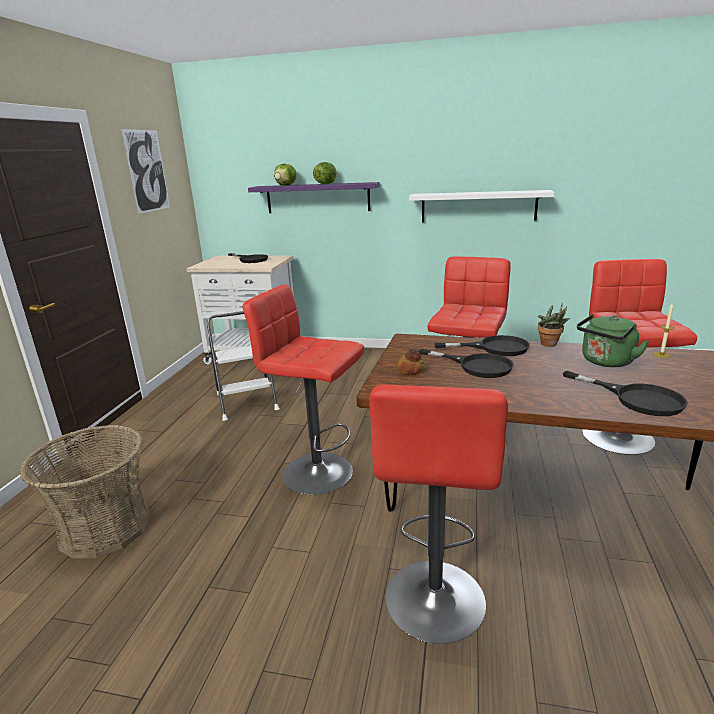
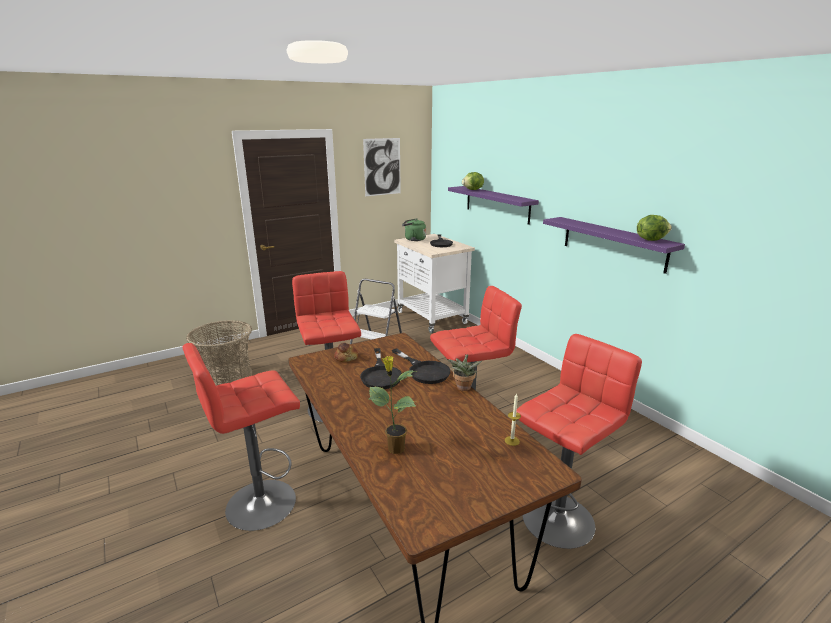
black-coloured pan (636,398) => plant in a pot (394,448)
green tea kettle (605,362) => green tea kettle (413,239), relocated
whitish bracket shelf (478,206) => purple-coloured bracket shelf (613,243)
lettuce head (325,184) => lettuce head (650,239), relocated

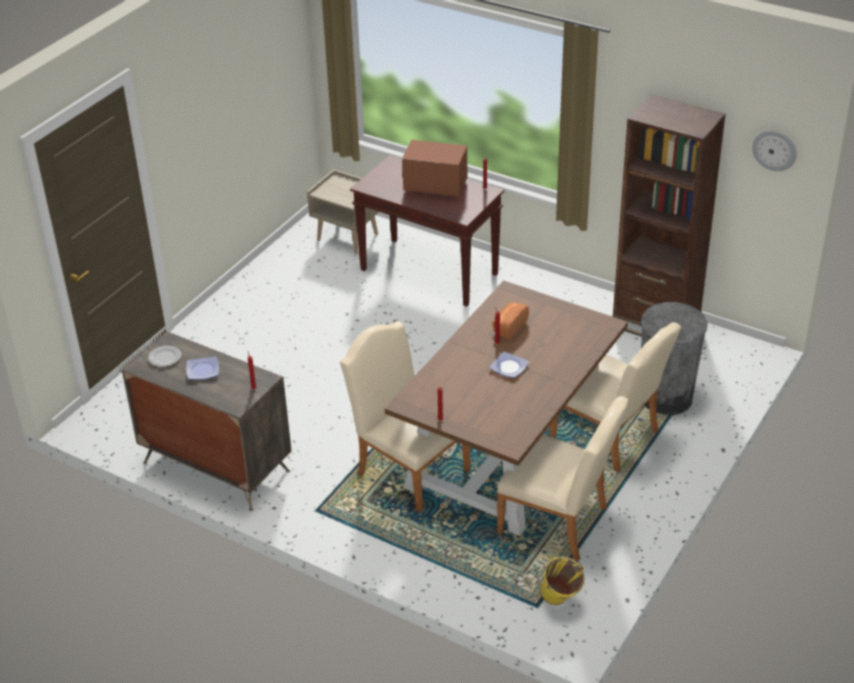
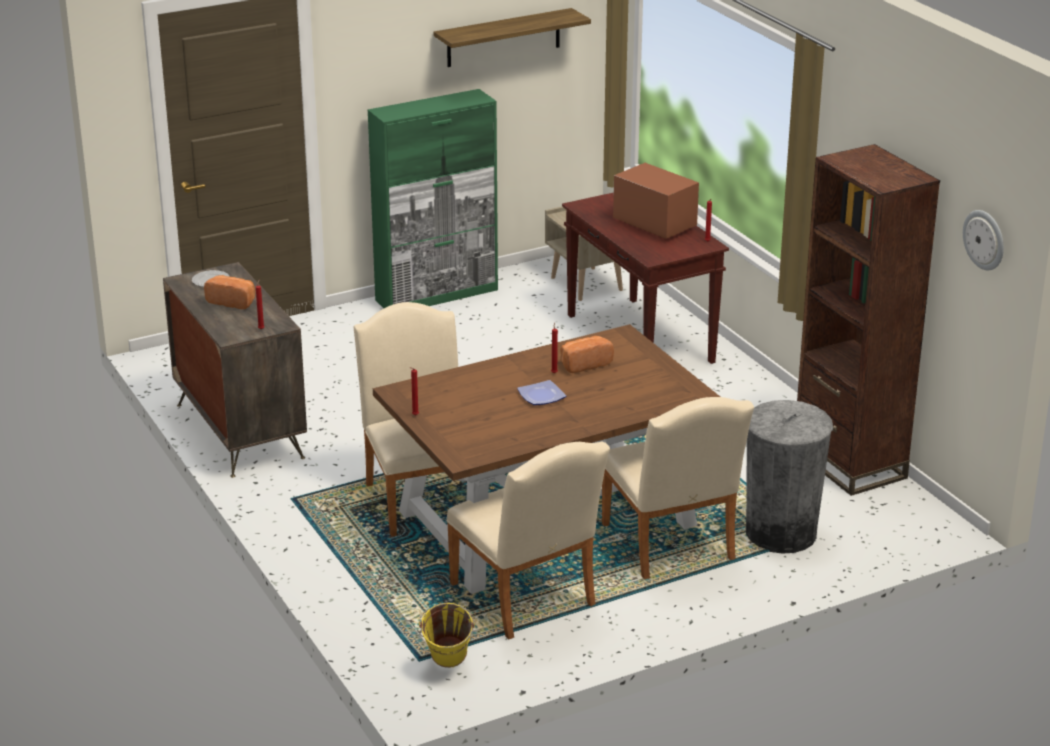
plate (203,371) => bakery bread (233,301)
nothing => green storage cabinet (437,295)
nothing => bracket shelf (503,38)

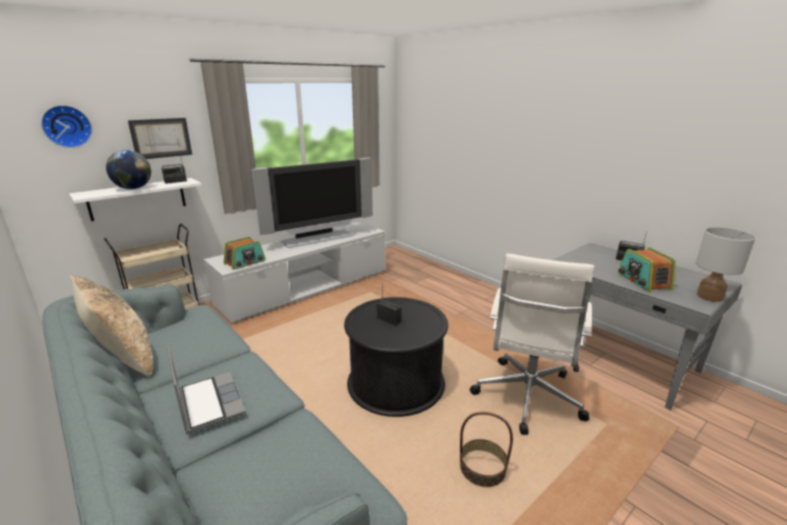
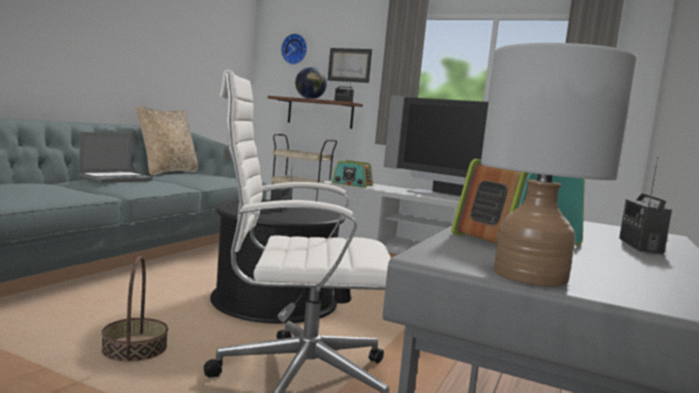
whitish bracket shelf (138,199) => brown-coloured bracket shelf (320,113)

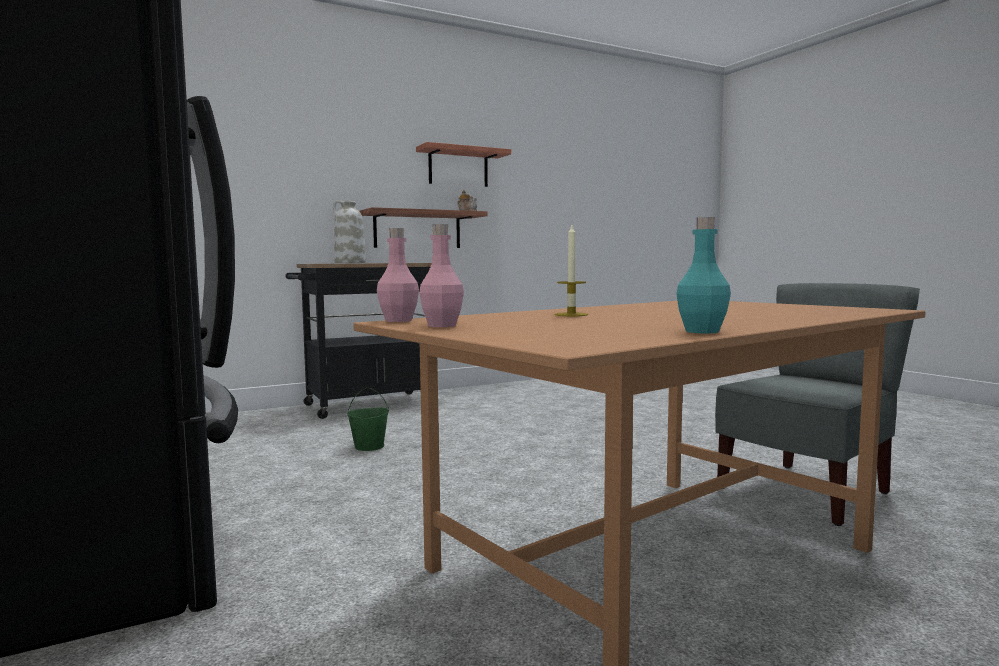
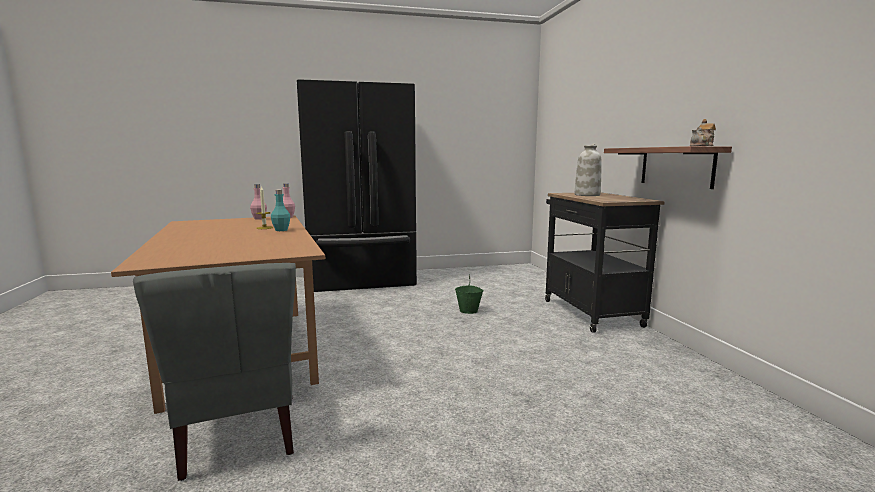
turquoise-coloured beverage bottle (702,331) => turquoise-coloured beverage bottle (281,230), relocated
bracket shelf (458,167) => nothing

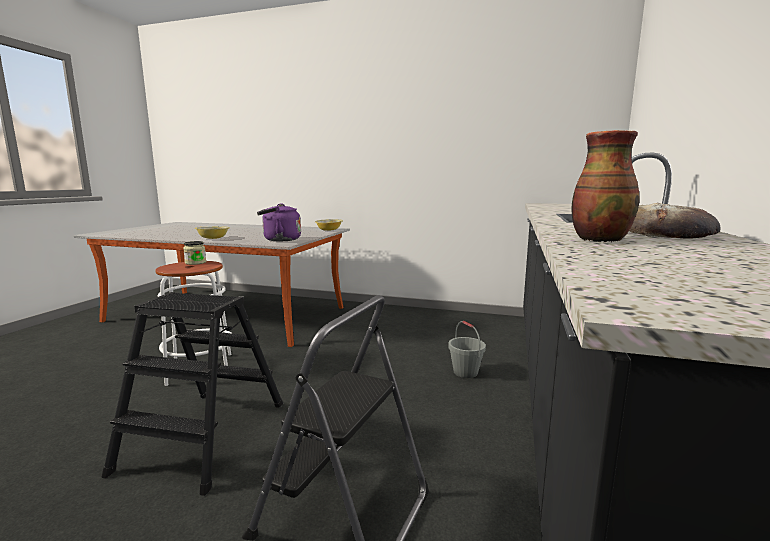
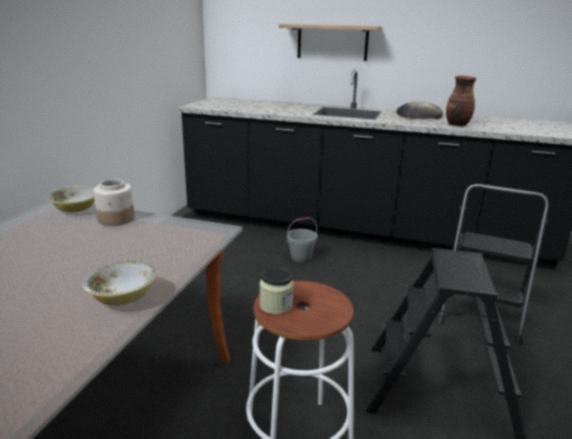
nothing => preserve jar (116,219)
nothing => bracket shelf (332,42)
purple-coloured tea kettle (279,240) => nothing

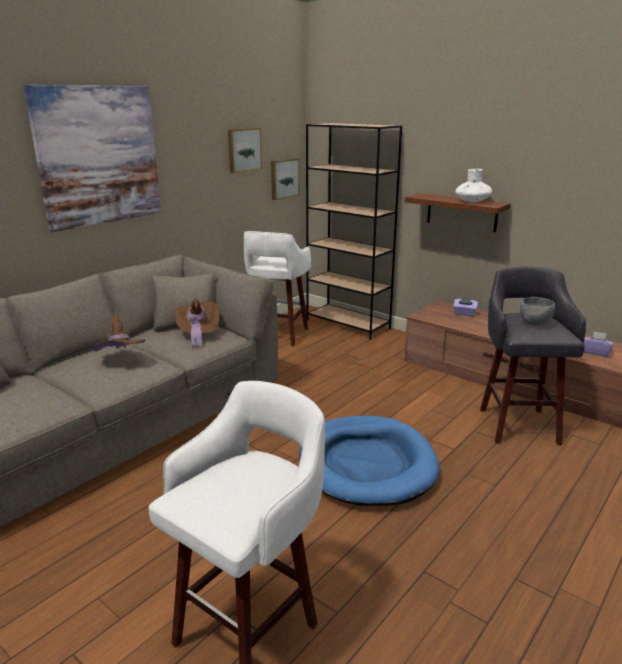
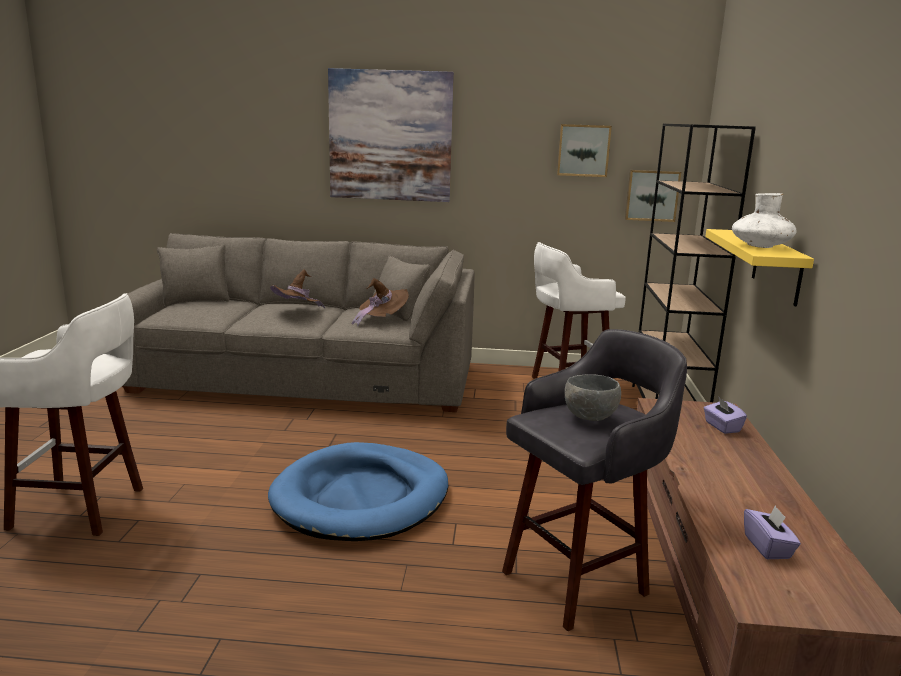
brown-coloured bracket shelf (461,212) => yellowish bracket shelf (777,267)

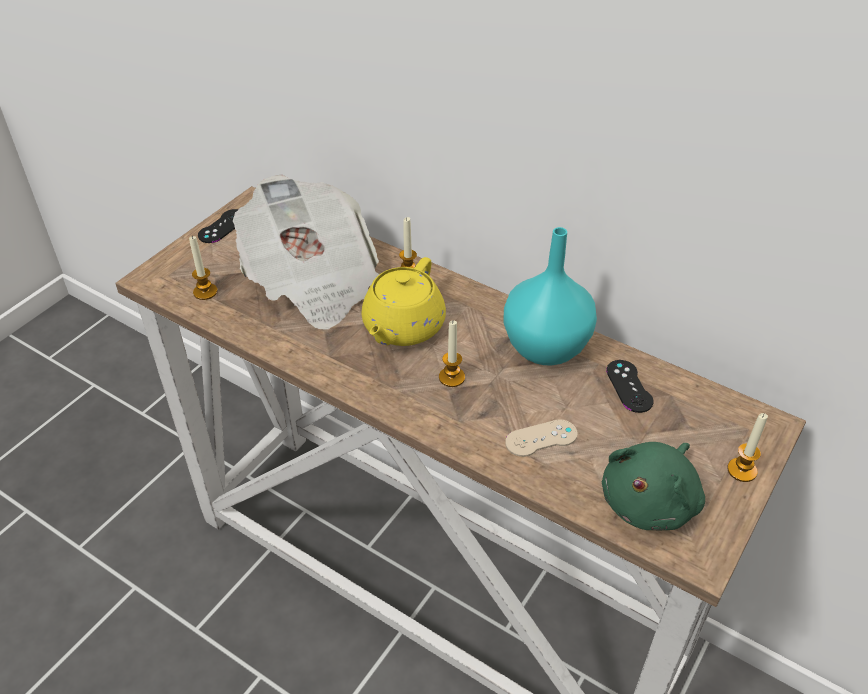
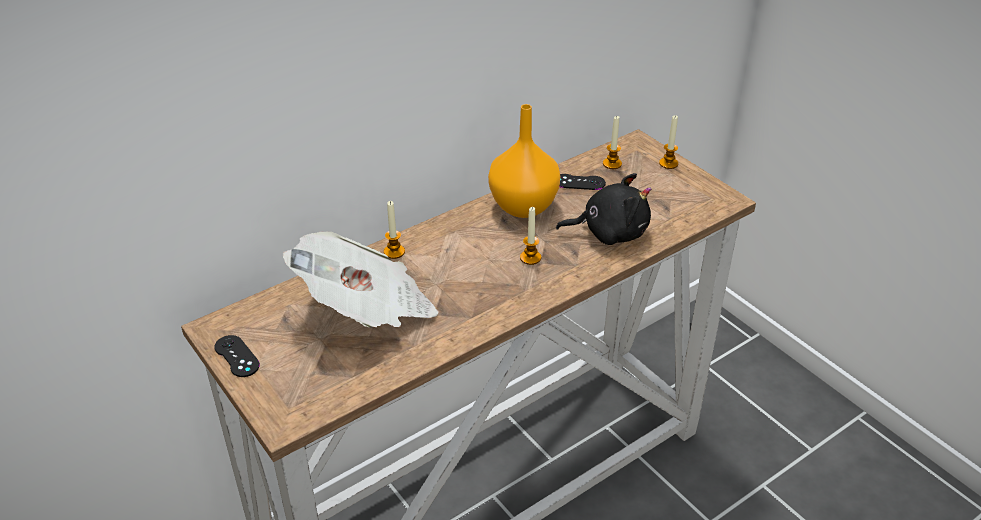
turquoise-coloured flower vase (546,347) => orange flower vase (522,206)
sand-coloured game controller (541,438) => black-coloured soft toy (609,232)
wax candle (205,292) => wax candle (612,164), relocated
yellowish teapot (402,327) => nothing
green soft toy (651,501) => nothing

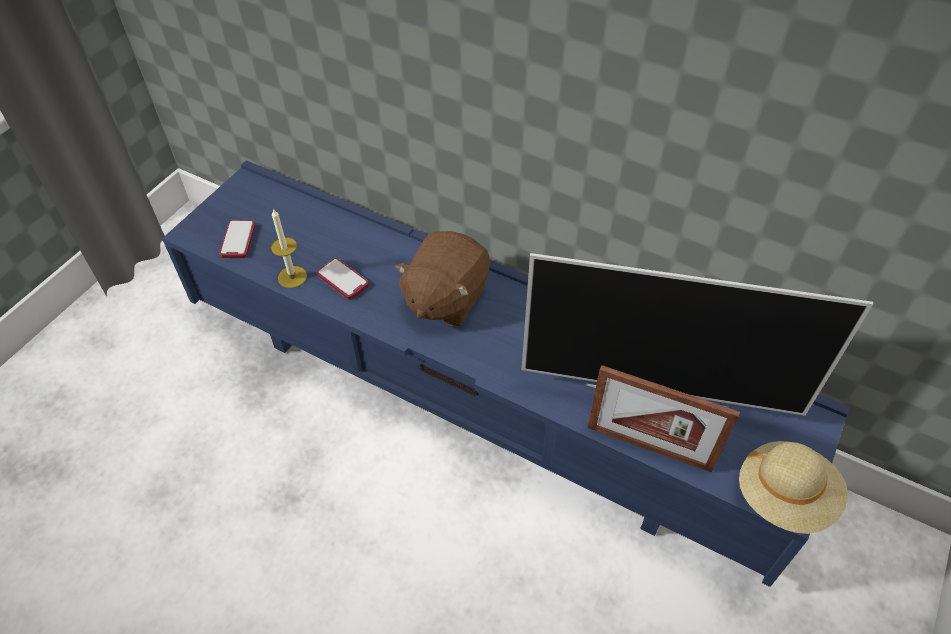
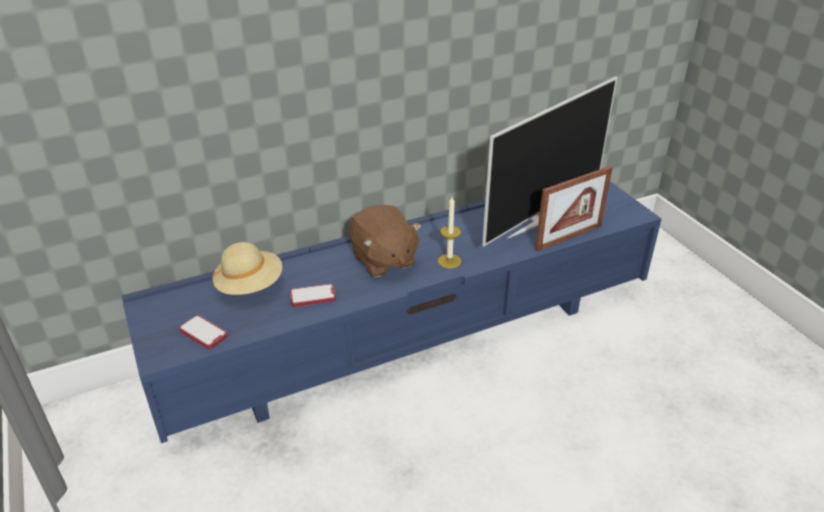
sand-coloured clothing hat (785,497) => sand-coloured clothing hat (250,286), relocated
wax candle (292,277) => wax candle (449,261), relocated

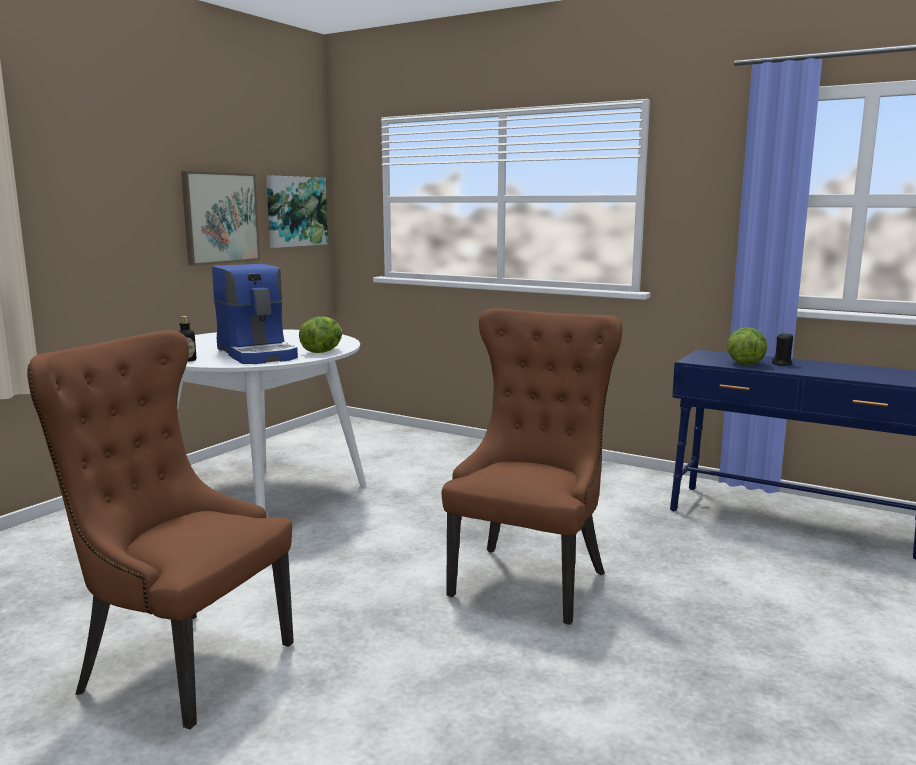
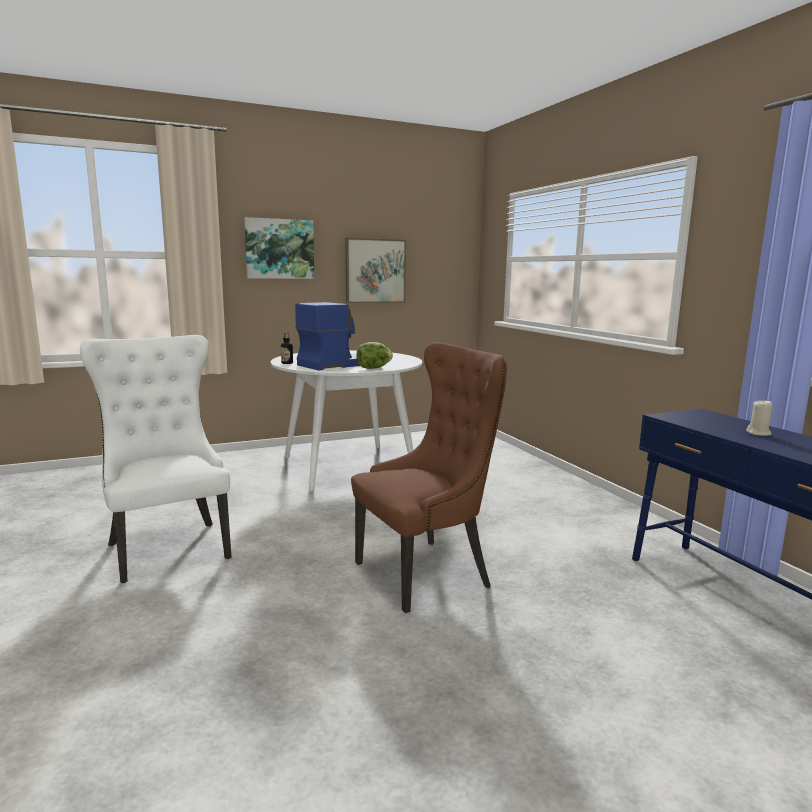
brown-coloured chair (184,665) => whitish chair (168,549)
wall art (296,211) => wall art (279,249), relocated
coffee machine (258,354) => coffee machine (334,364), 135 degrees counterclockwise
black-coloured wax candle (782,364) => sand-coloured wax candle (758,433)
lettuce head (745,363) => nothing

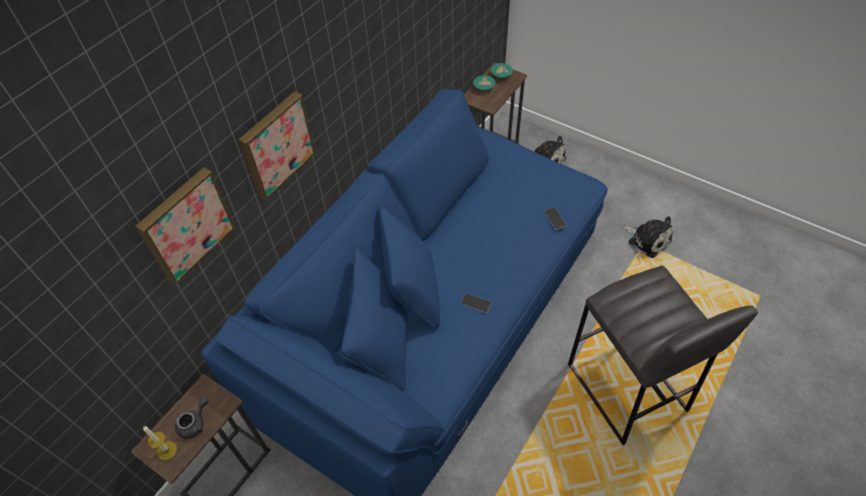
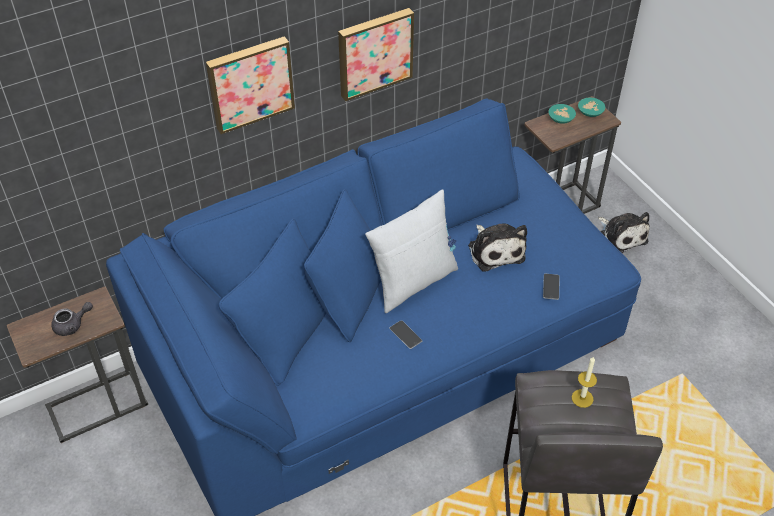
wall art (185,224) => wall art (374,52), relocated
nothing => grey pillow (413,282)
soft toy (647,239) => soft toy (495,250), relocated
wax candle (167,450) => wax candle (582,398), relocated

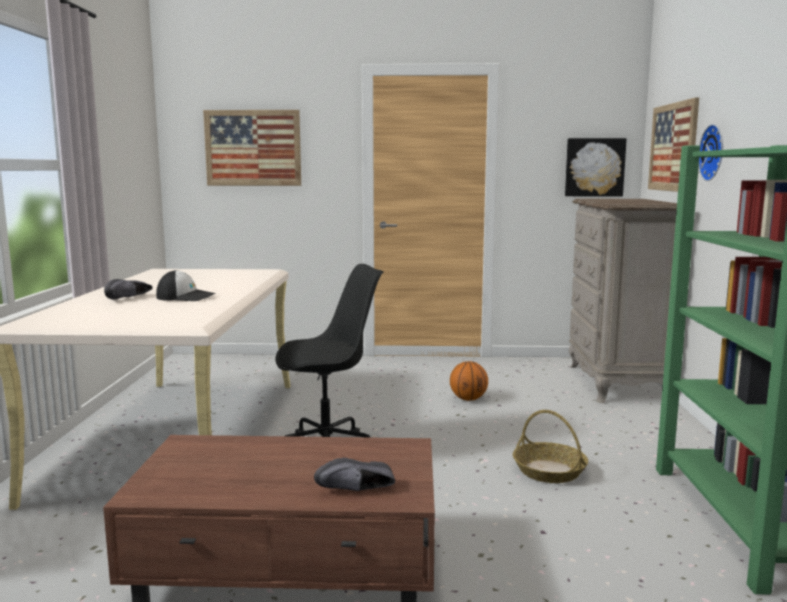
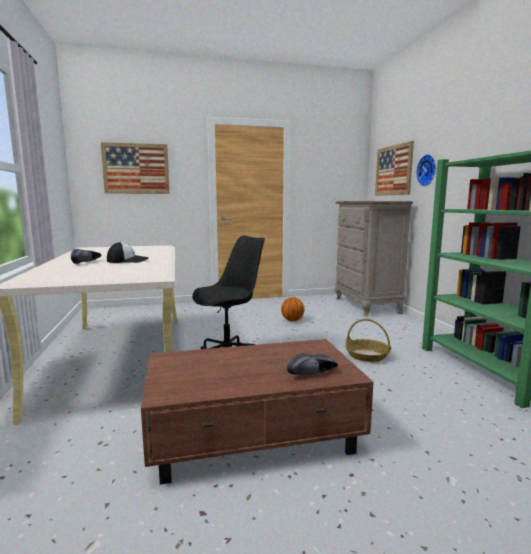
wall art (594,167) => nothing

